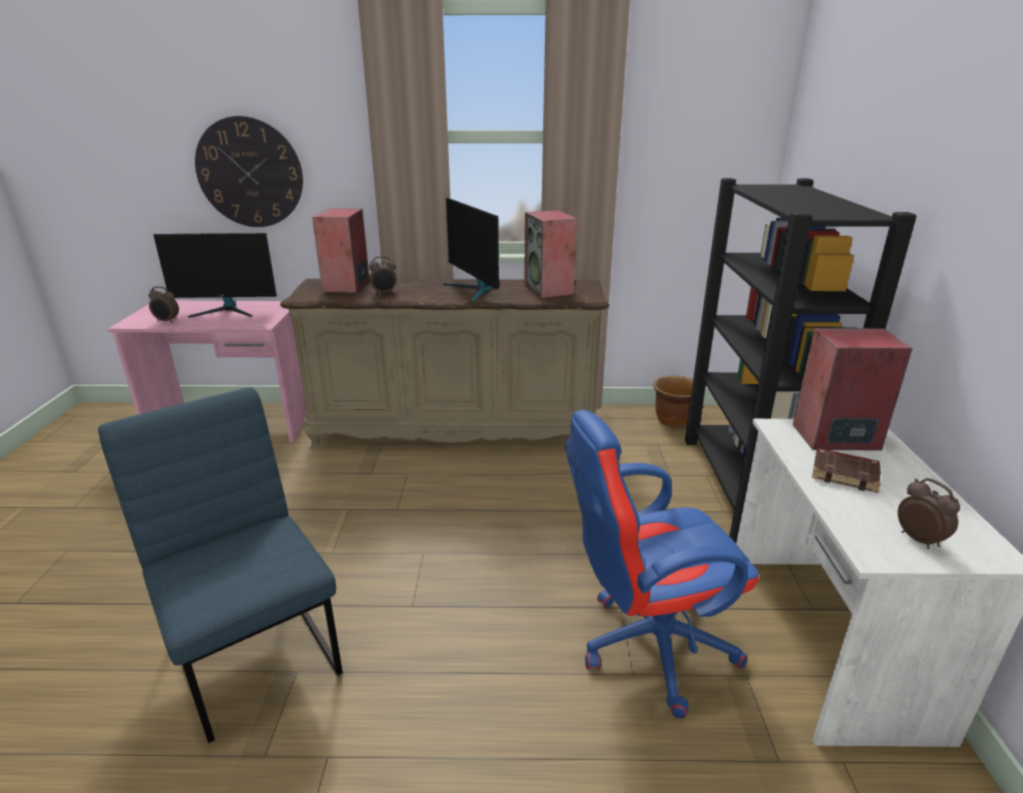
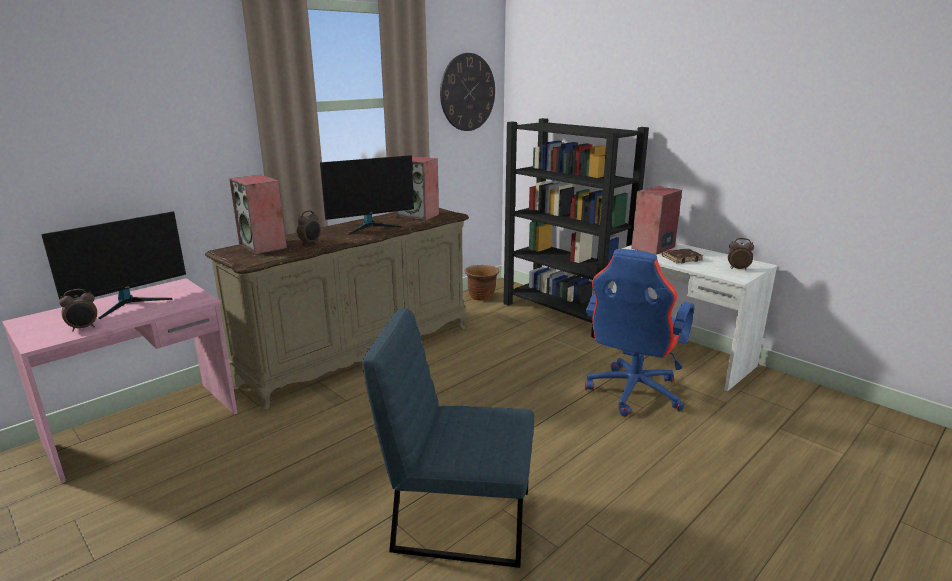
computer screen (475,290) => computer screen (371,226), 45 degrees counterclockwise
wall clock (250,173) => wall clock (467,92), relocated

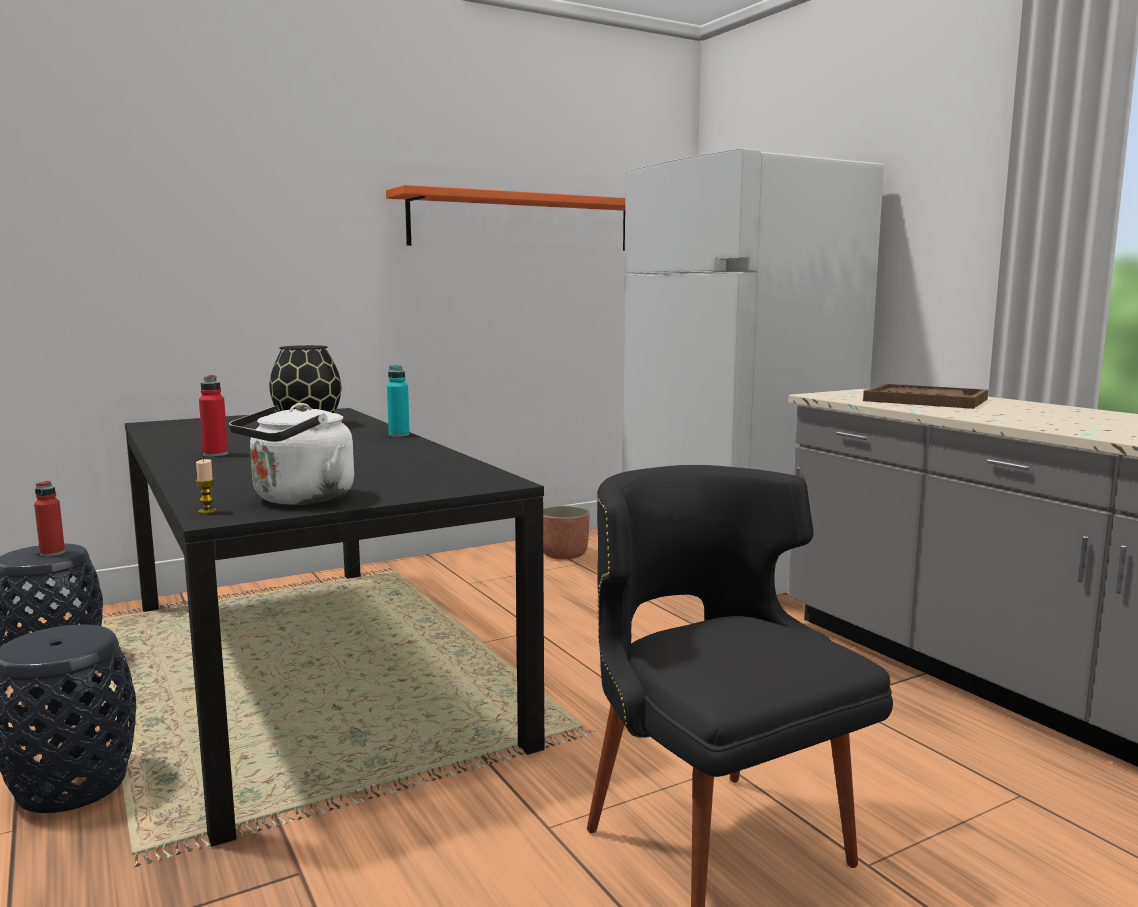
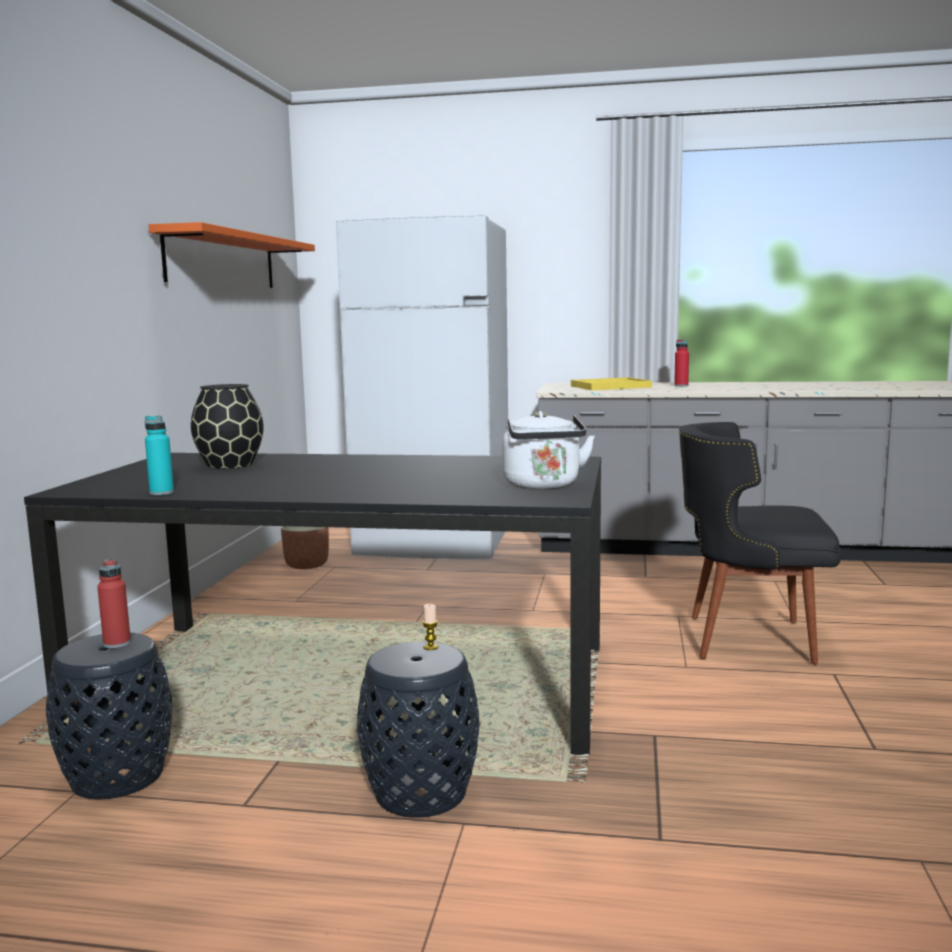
turquoise-coloured beverage bottle (399,435) => turquoise-coloured beverage bottle (161,493), relocated
wax candle (207,511) => wax candle (430,647), relocated
brown-coloured tray (925,400) => yellowish tray (610,386)
red beverage bottle (215,454) => red beverage bottle (681,386), relocated

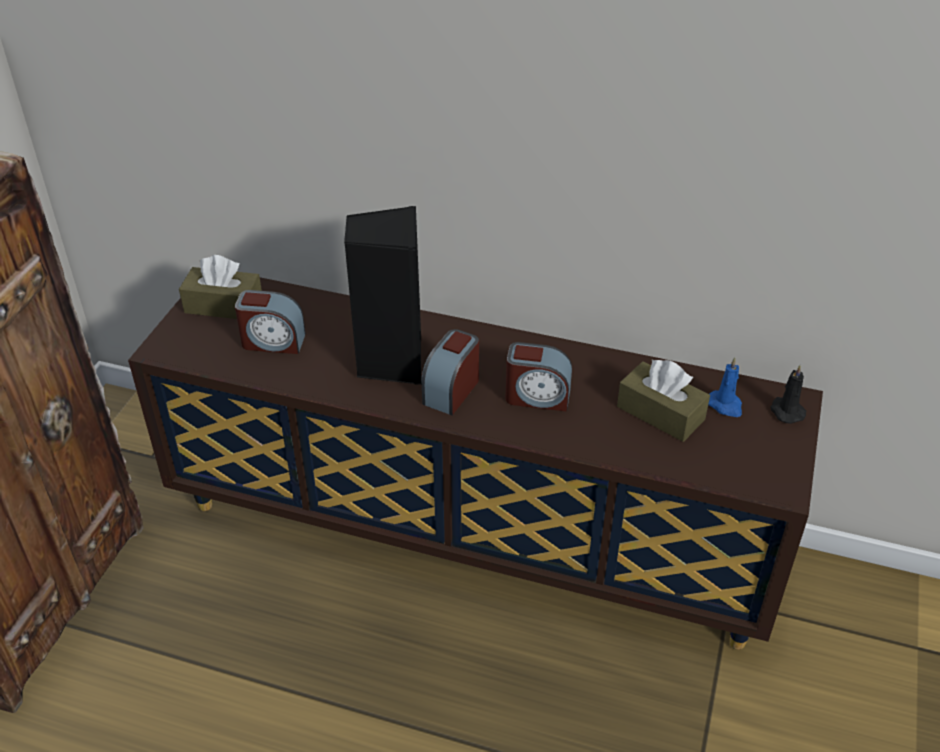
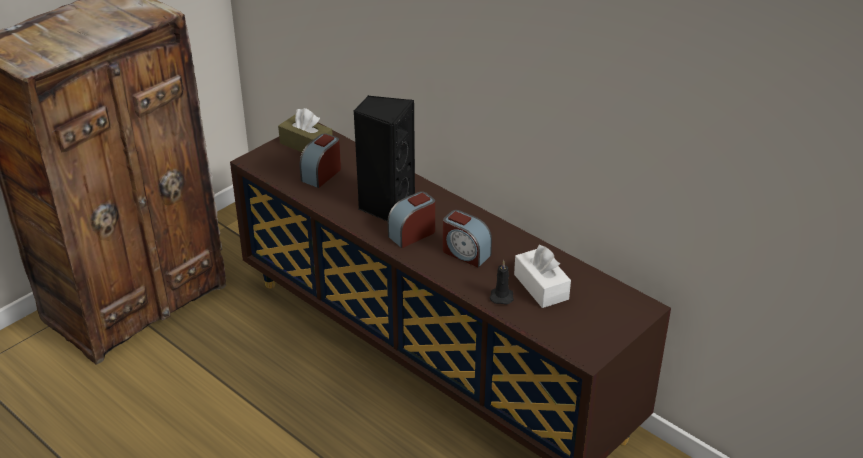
table clock (273,341) => table clock (321,174), 90 degrees clockwise
black-coloured wax candle (786,411) => black-coloured wax candle (501,296), relocated
brown-coloured tissue holder (660,413) => whitish tissue holder (541,287)
bluish wax candle (725,405) => nothing

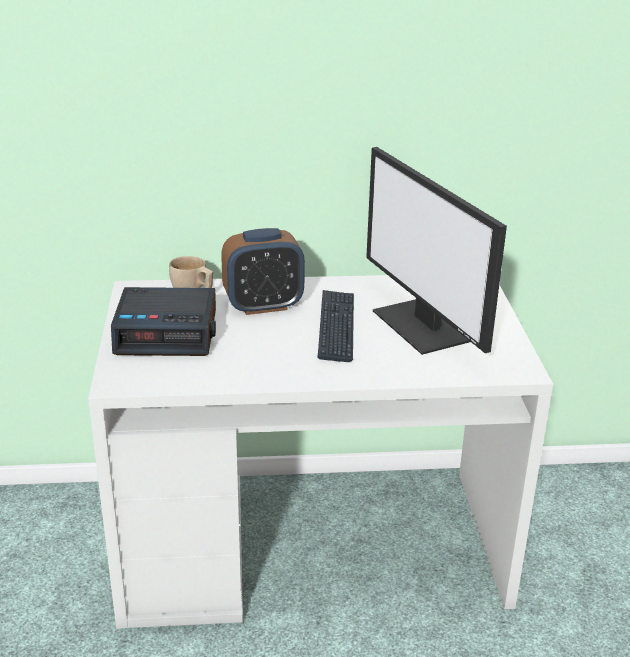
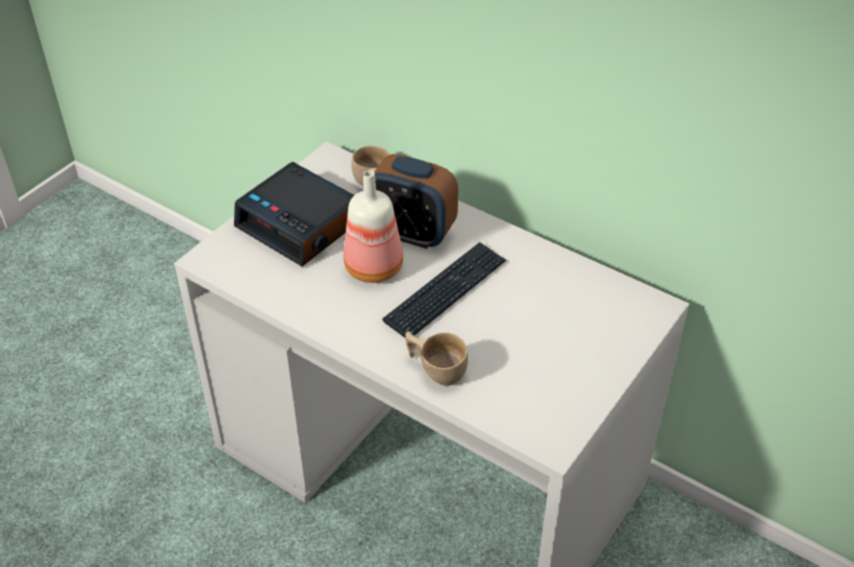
nothing => beverage bottle (374,266)
nothing => sand-coloured drinking cup (436,369)
computer screen (423,326) => nothing

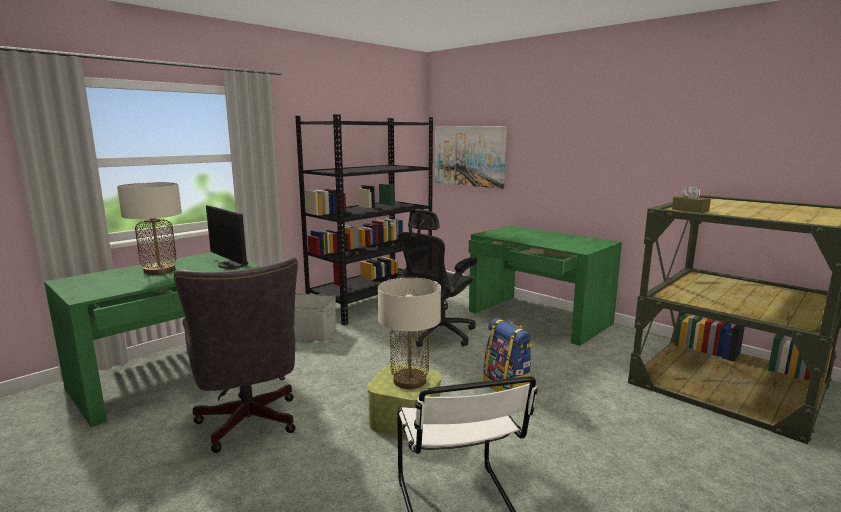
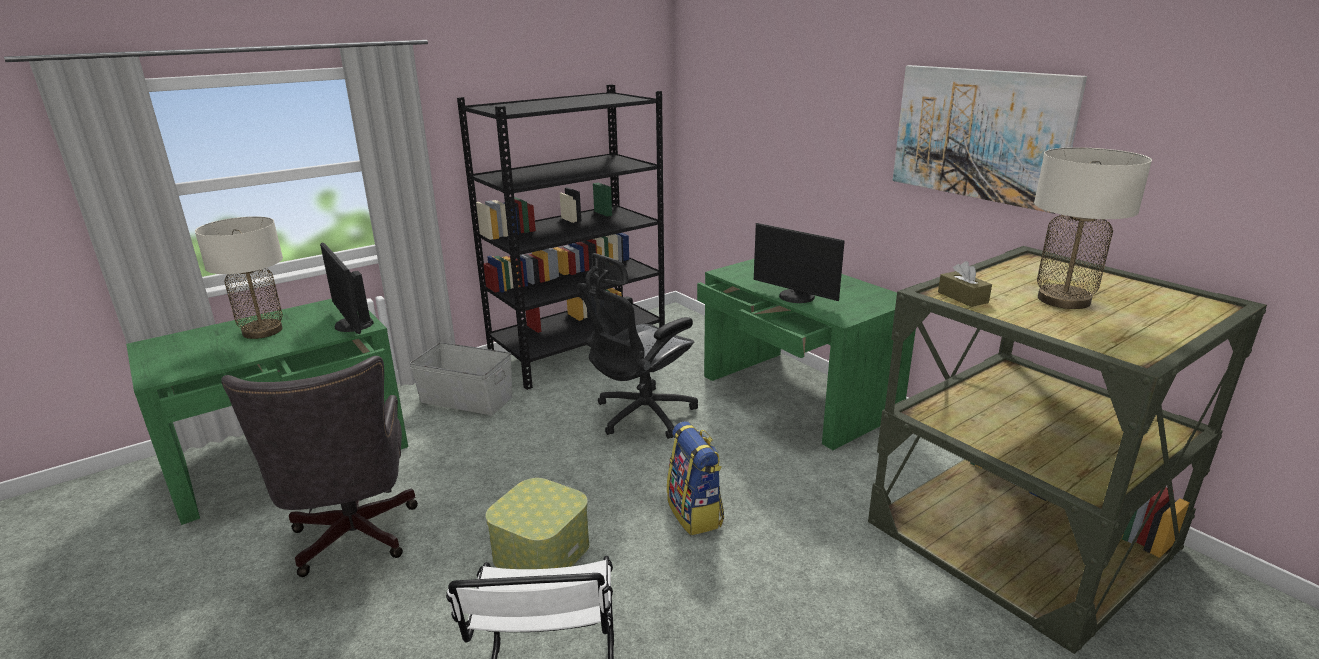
nothing => computer screen (795,297)
wall art (469,156) => wall art (979,134), relocated
lamp for a table (409,381) => lamp for a table (1063,300), relocated

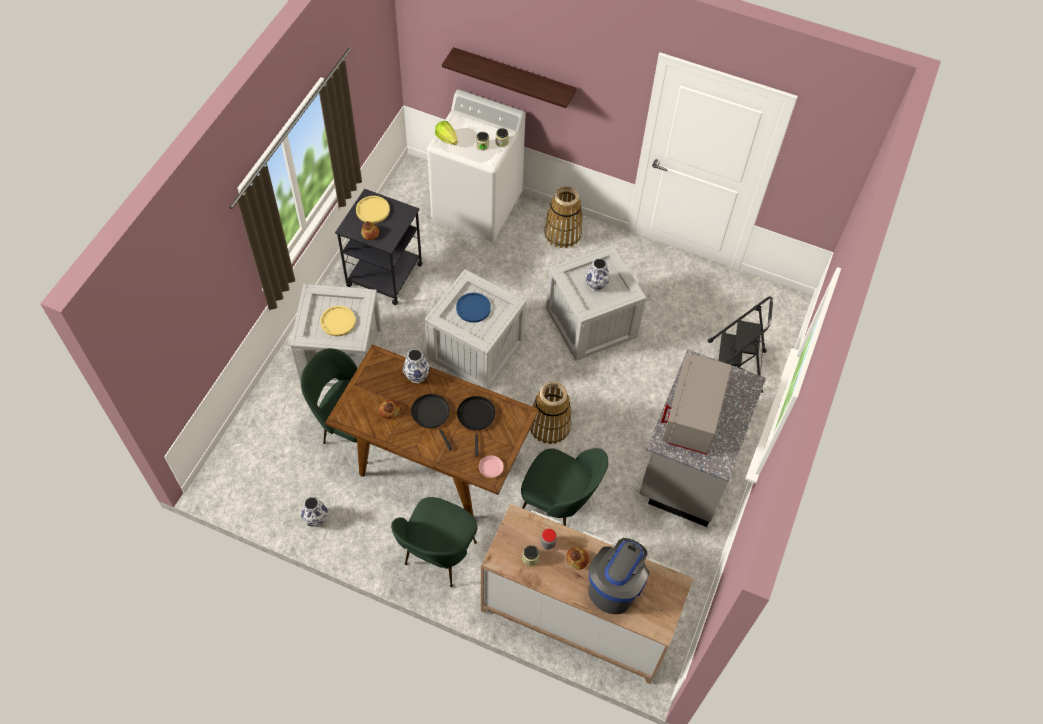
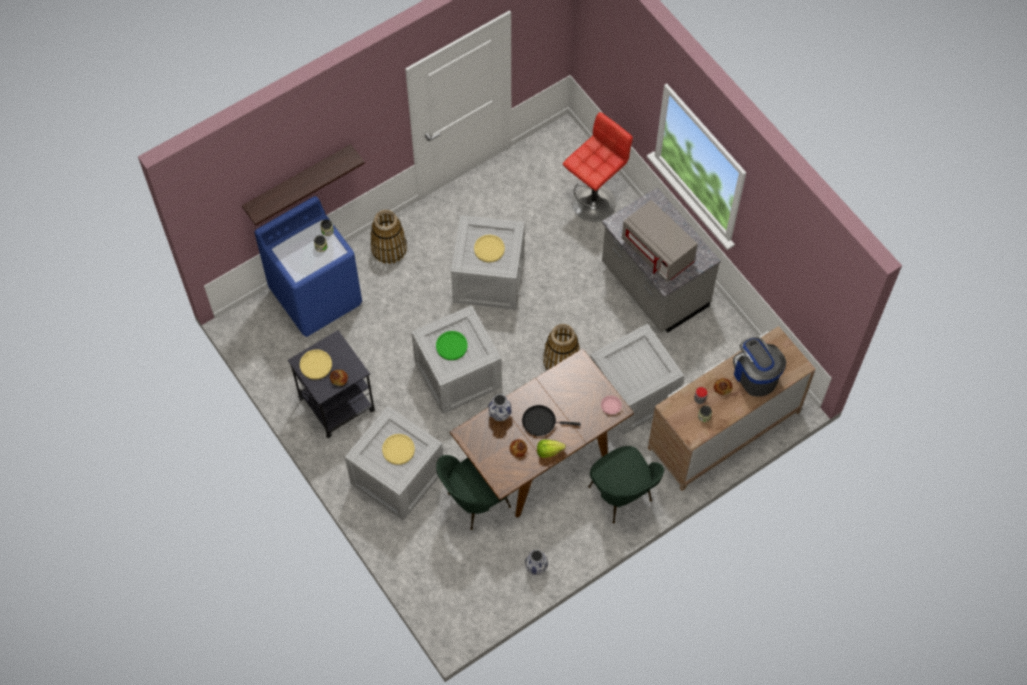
whitish washing machine (477,207) => bluish washing machine (316,296)
bluish plate (473,308) => green plate (451,346)
flower vase (596,285) => yellowish plate (489,249)
lettuce head (446,139) => lettuce head (549,451), relocated
black-coloured step stool (737,366) => red stool (594,203)
green chair (559,508) => shipping crate (634,394)
black-coloured pan (476,418) => nothing

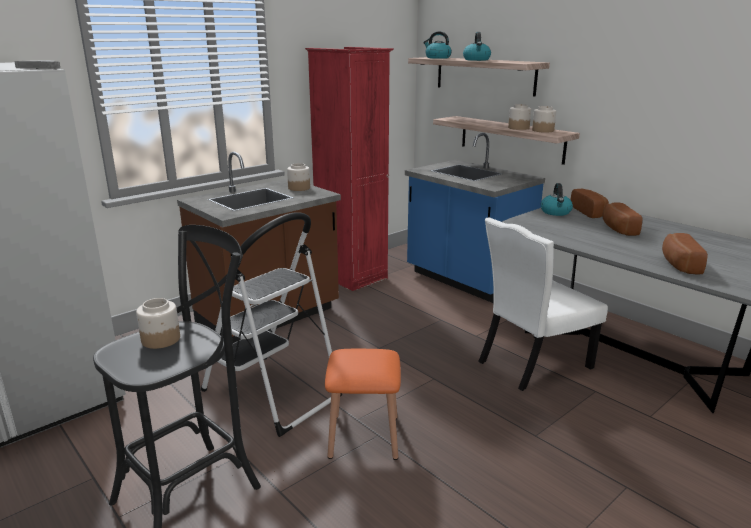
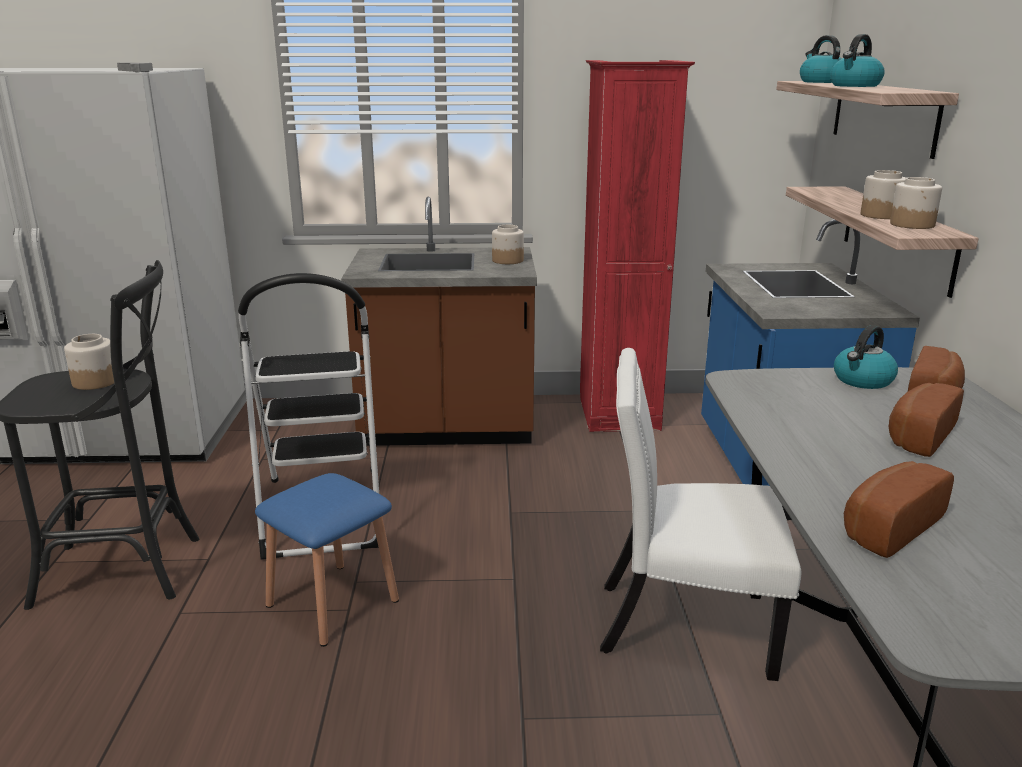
orange stool (364,436) => bluish stool (332,603)

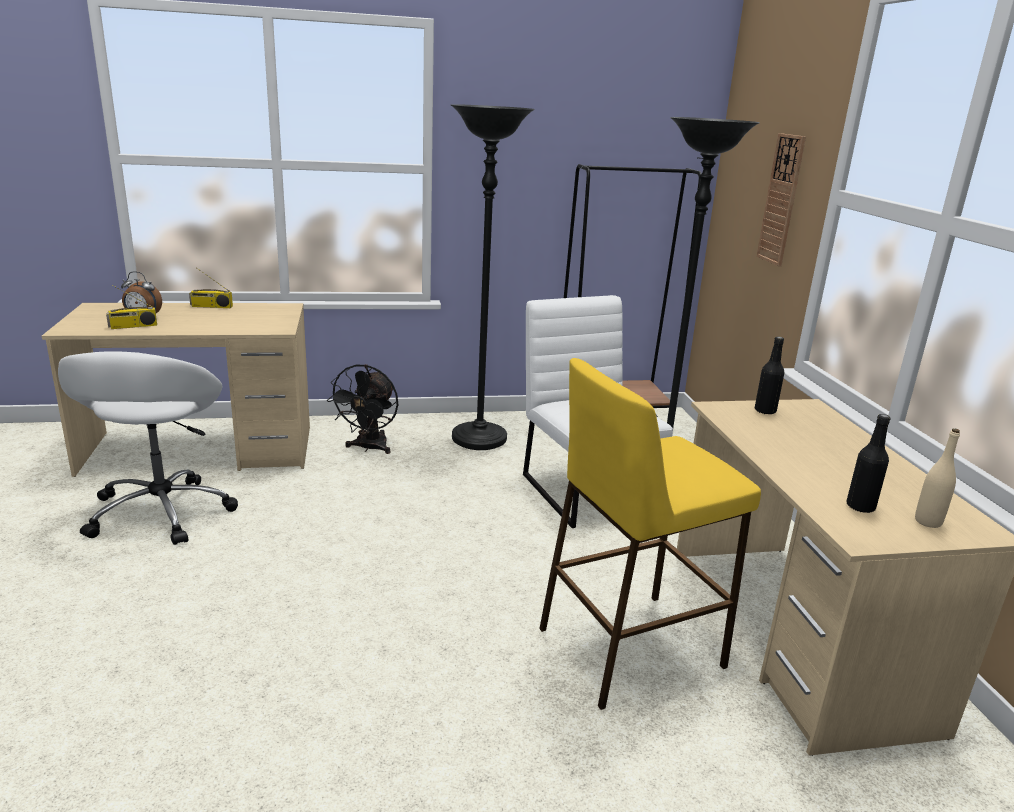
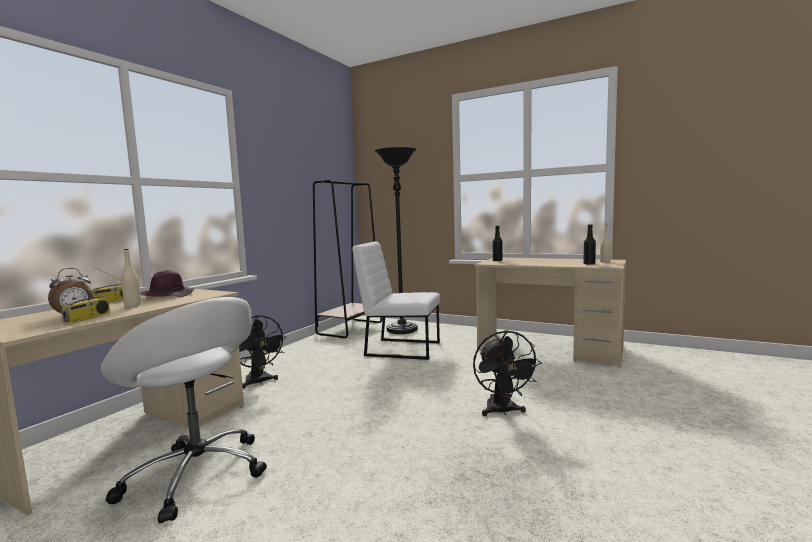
nothing => sand-coloured beverage bottle (133,305)
nothing => purple-coloured clothing hat (168,295)
nothing => black-coloured fan (502,412)
black-coloured standing lamp (479,439) => nothing
yellowish stool (629,648) => nothing
wall clock (781,200) => nothing

